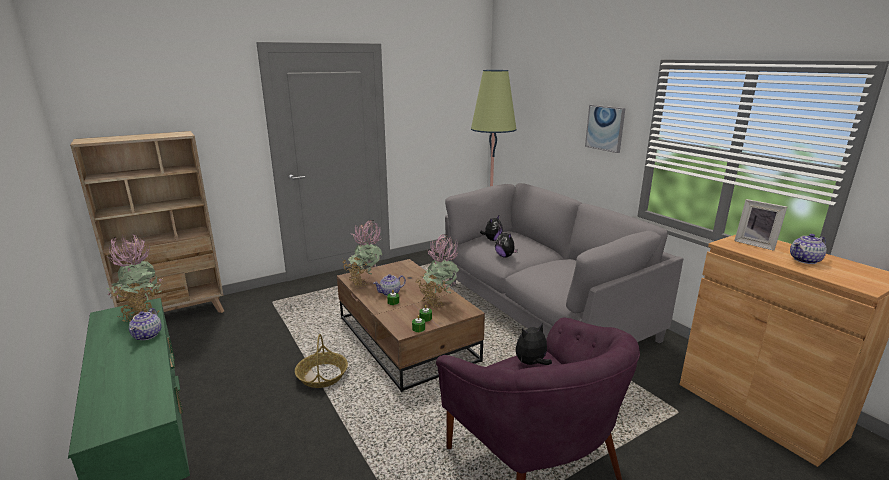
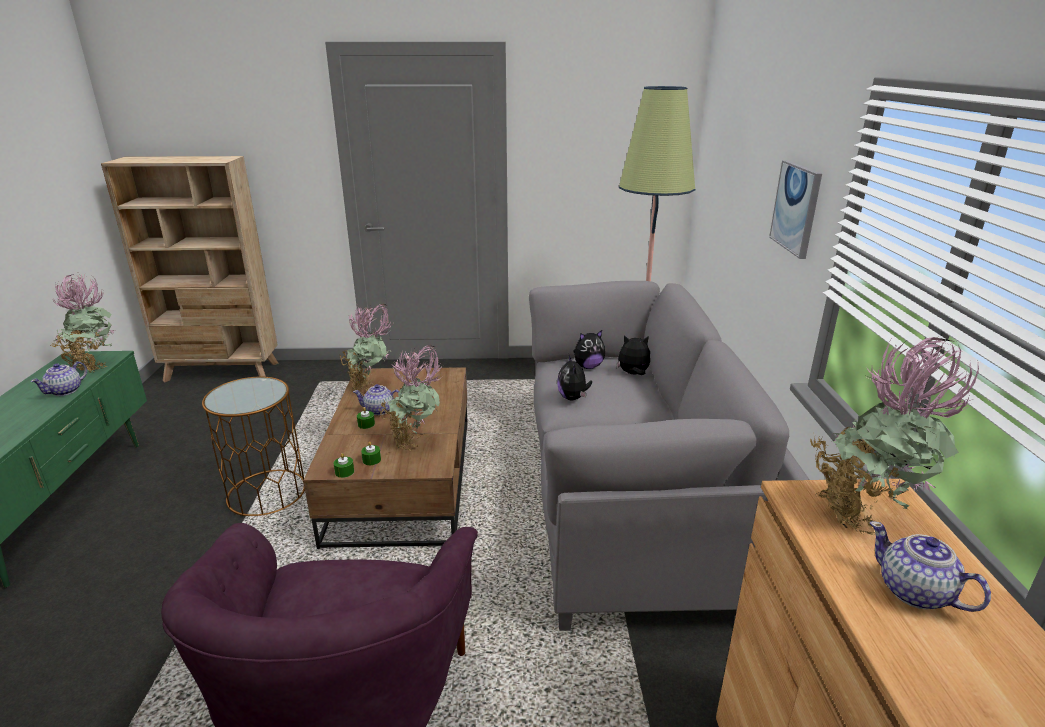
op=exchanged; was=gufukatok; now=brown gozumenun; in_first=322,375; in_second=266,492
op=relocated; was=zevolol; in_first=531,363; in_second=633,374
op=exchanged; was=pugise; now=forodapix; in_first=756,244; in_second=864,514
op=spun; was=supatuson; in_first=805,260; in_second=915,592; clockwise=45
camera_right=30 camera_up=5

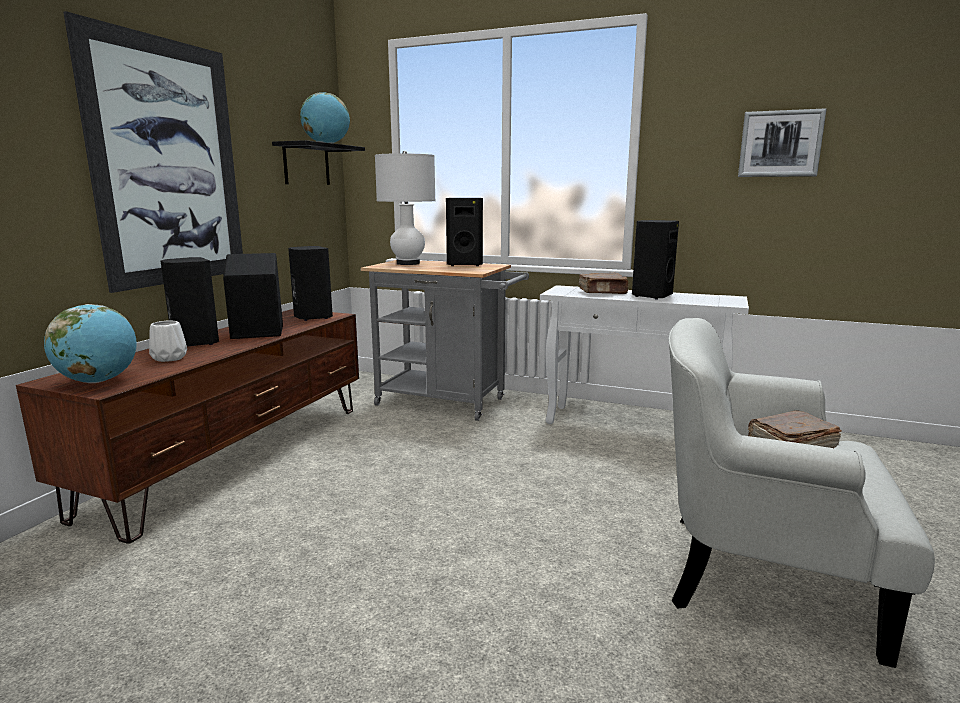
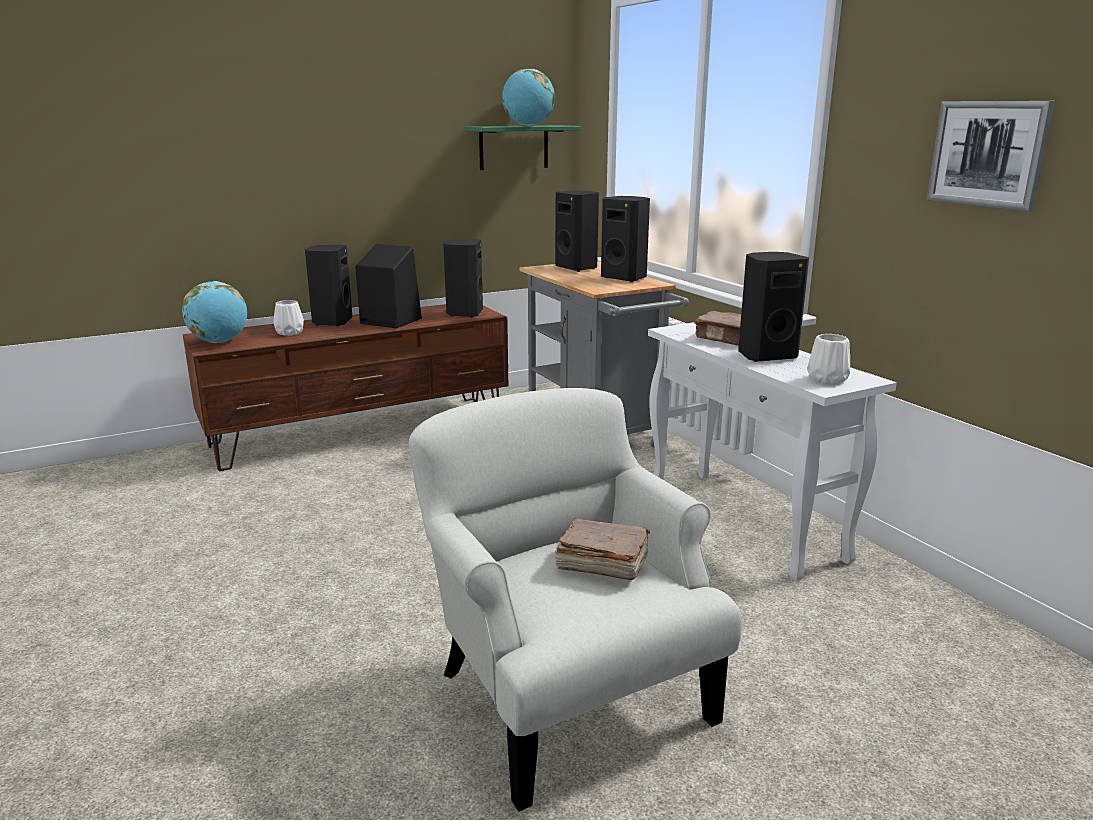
op=missing; was=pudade; in_first=168,164
op=colour; was=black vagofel; now=green vagofel; in_first=306,164; in_second=513,147
op=exchanged; was=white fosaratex; now=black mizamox; in_first=408,263; in_second=578,268
op=appeared; now=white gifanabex; in_second=828,379
camera_right=40 camera_up=5

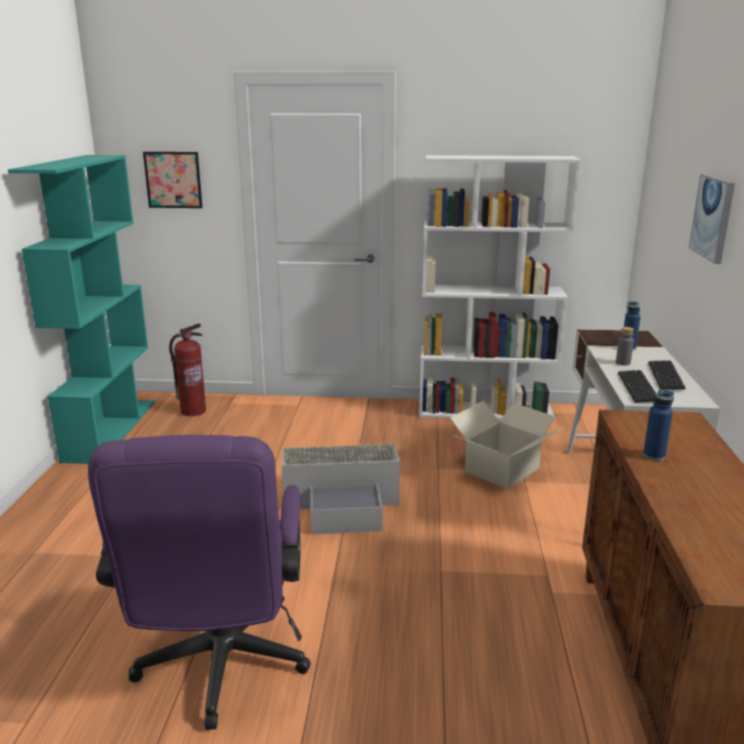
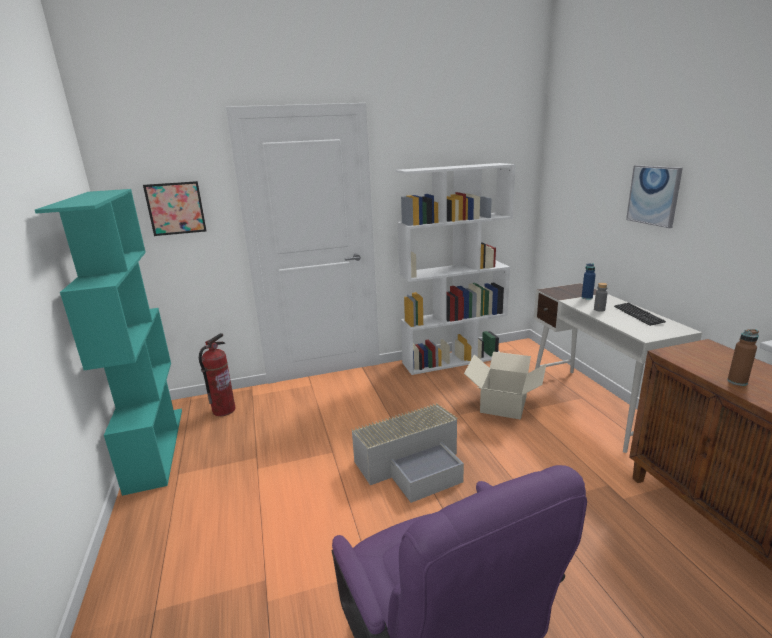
op=missing; was=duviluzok; in_first=637,388
op=colour; was=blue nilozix; now=brown nilozix; in_first=654,456; in_second=737,381
camera_right=-20 camera_up=0

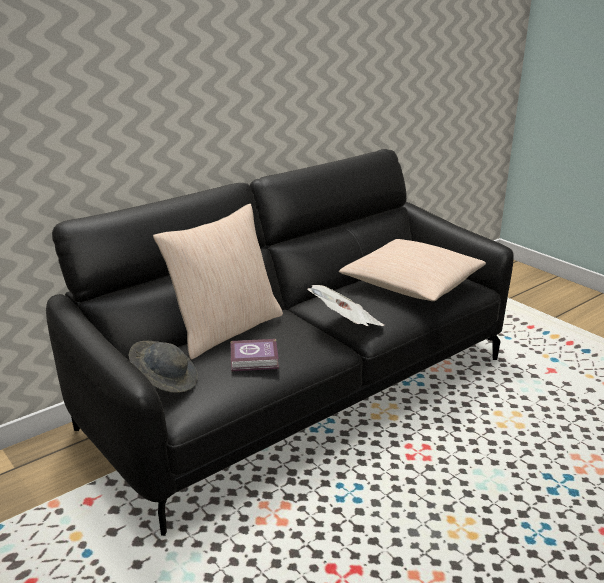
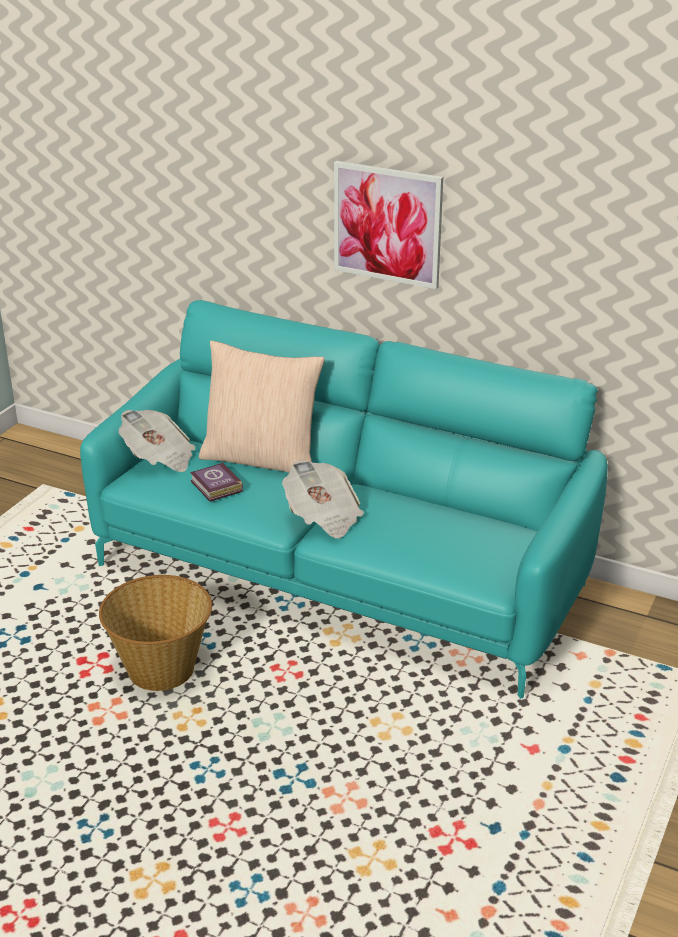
op=colour; was=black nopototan; now=turquoise nopototan; in_first=302,392; in_second=339,575
op=exchanged; was=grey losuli; now=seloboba; in_first=165,380; in_second=159,458
op=missing; was=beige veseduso; in_first=411,284
op=appeared; now=gufukatok; in_second=161,669
op=appeared; now=pudade; in_second=387,224
camera_right=65 camera_up=5

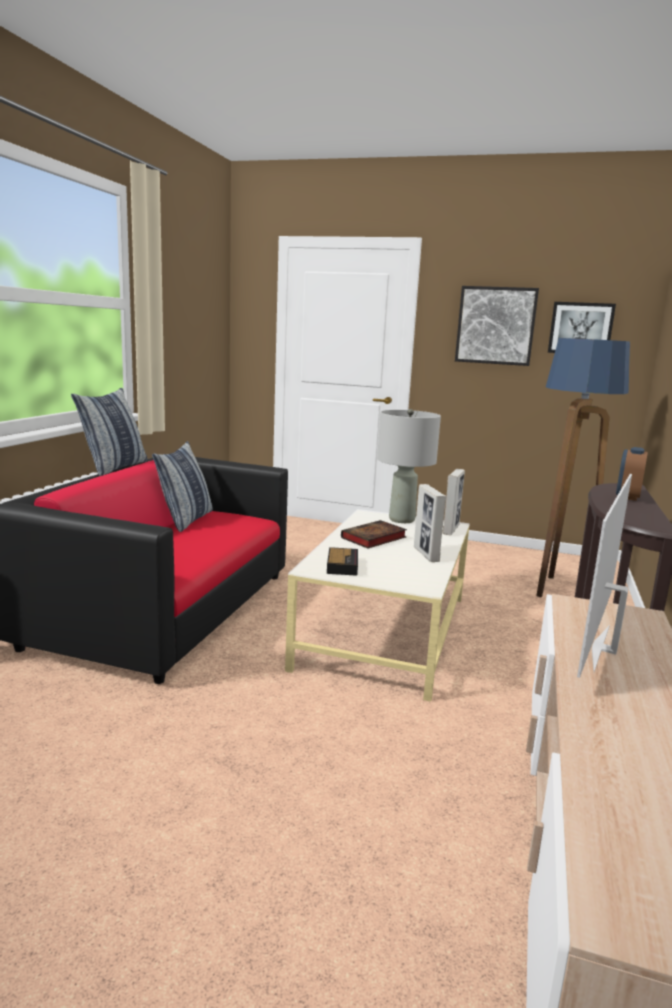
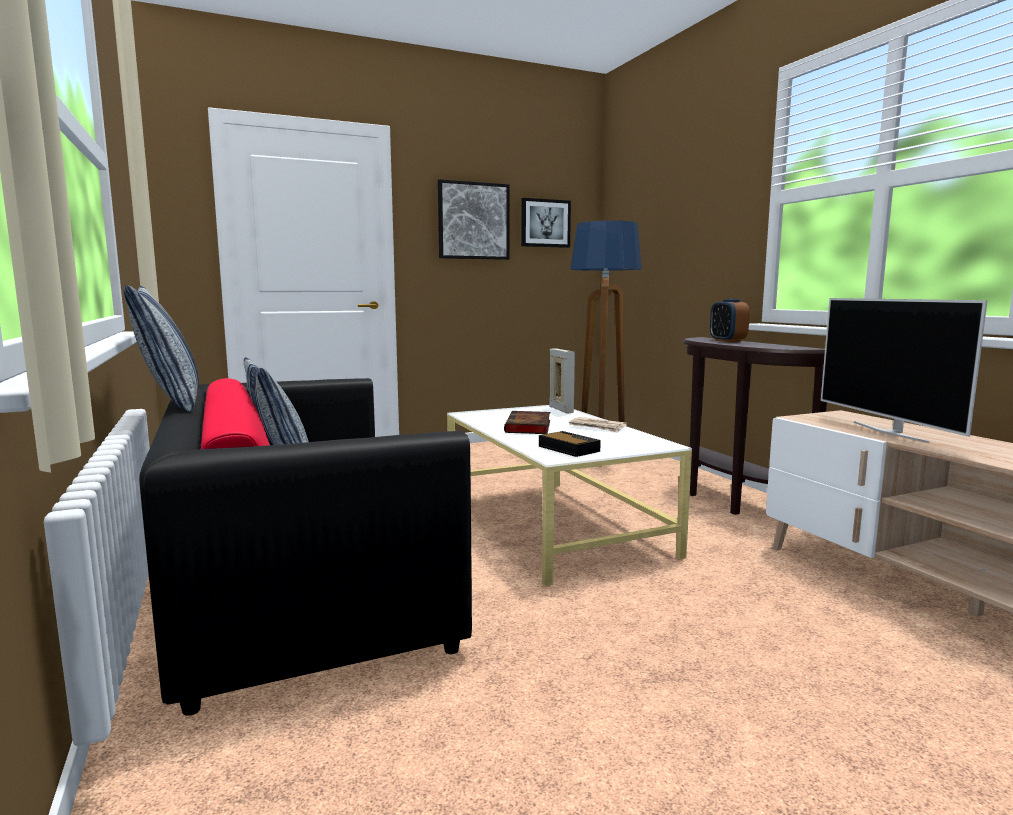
op=missing; was=grey fosaratex; in_first=401,519
op=exchanged; was=pugise; now=seloboba; in_first=426,554; in_second=597,427
camera_right=-40 camera_up=-5

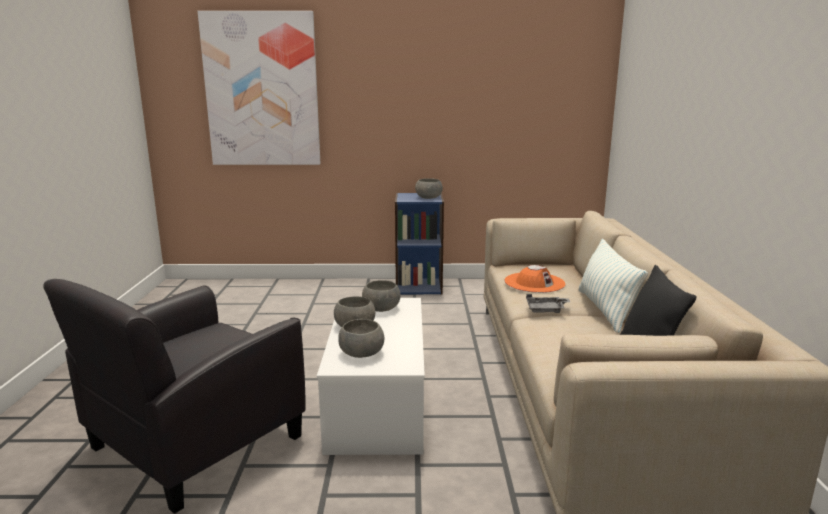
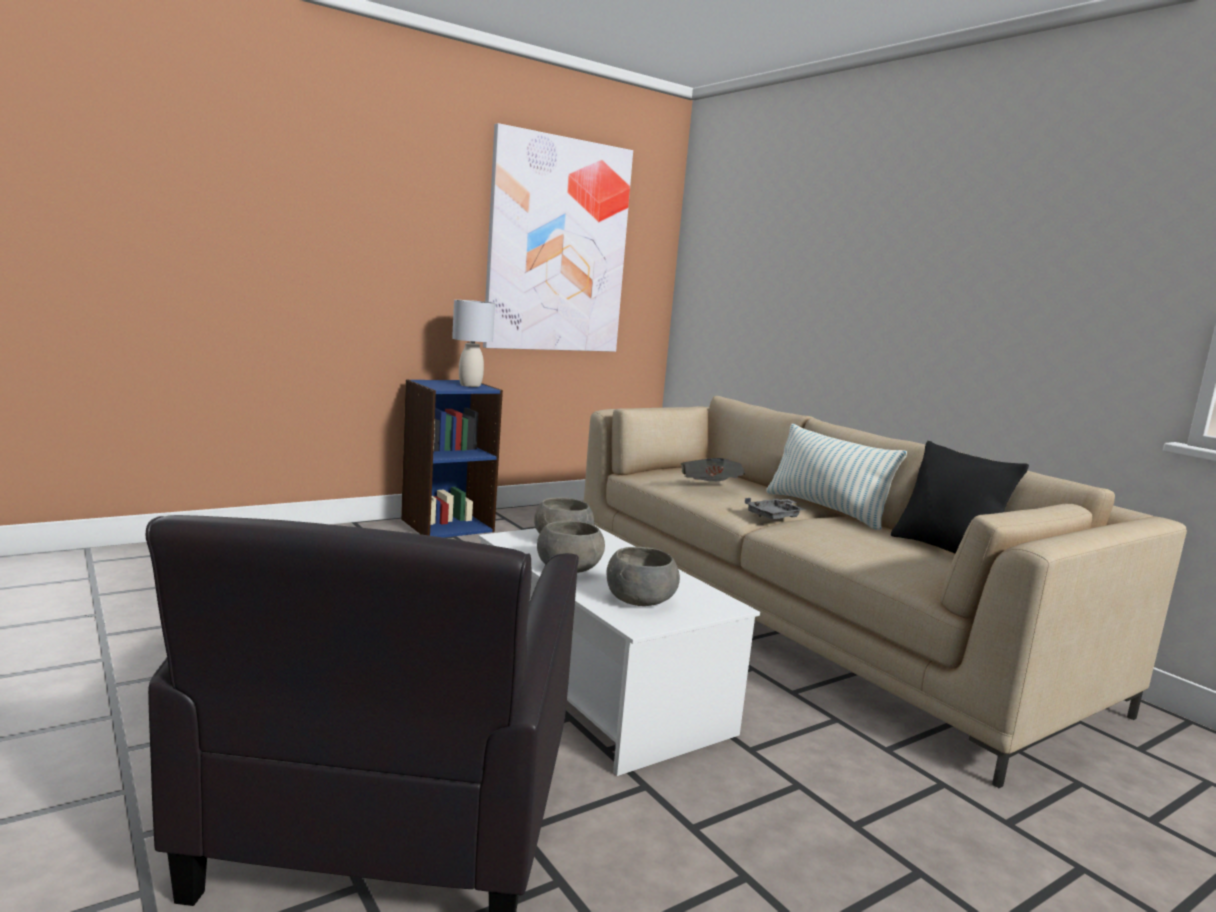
op=relocated; was=pudade; in_first=262,90; in_second=557,246
op=exchanged; was=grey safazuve; now=grey fosaratex; in_first=429,197; in_second=470,385
op=exchanged; was=orange losuli; now=seloboba; in_first=534,282; in_second=710,488
camera_right=-35 camera_up=-5

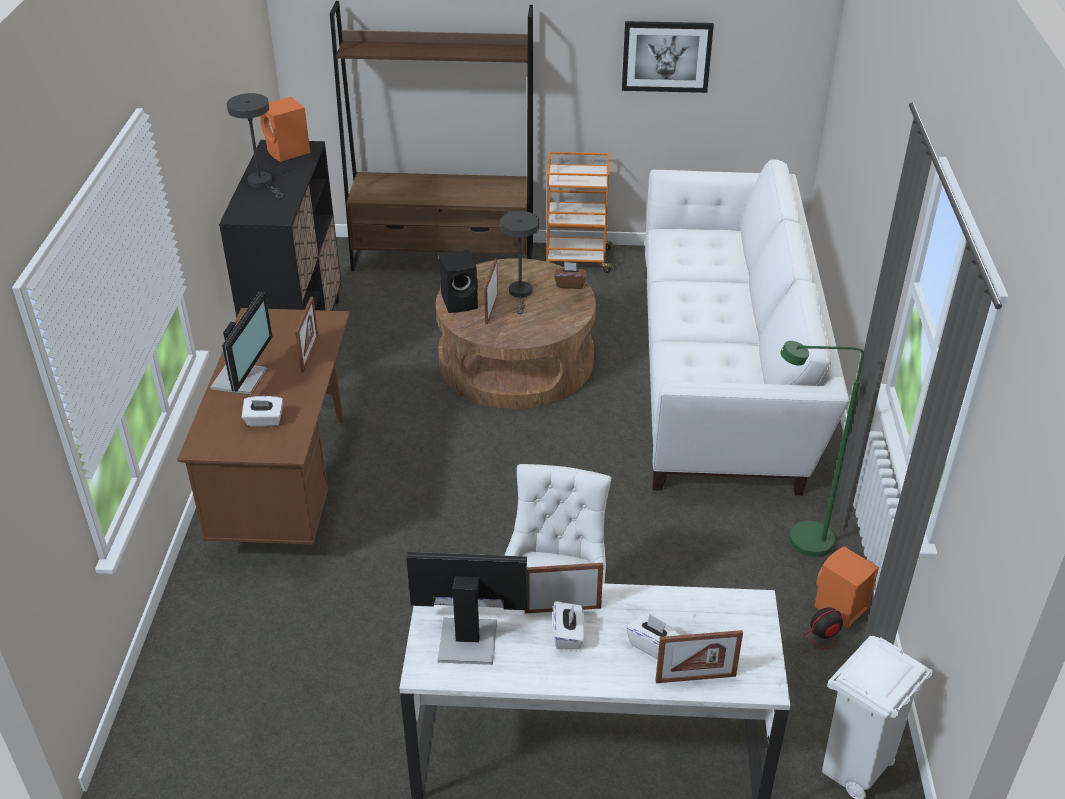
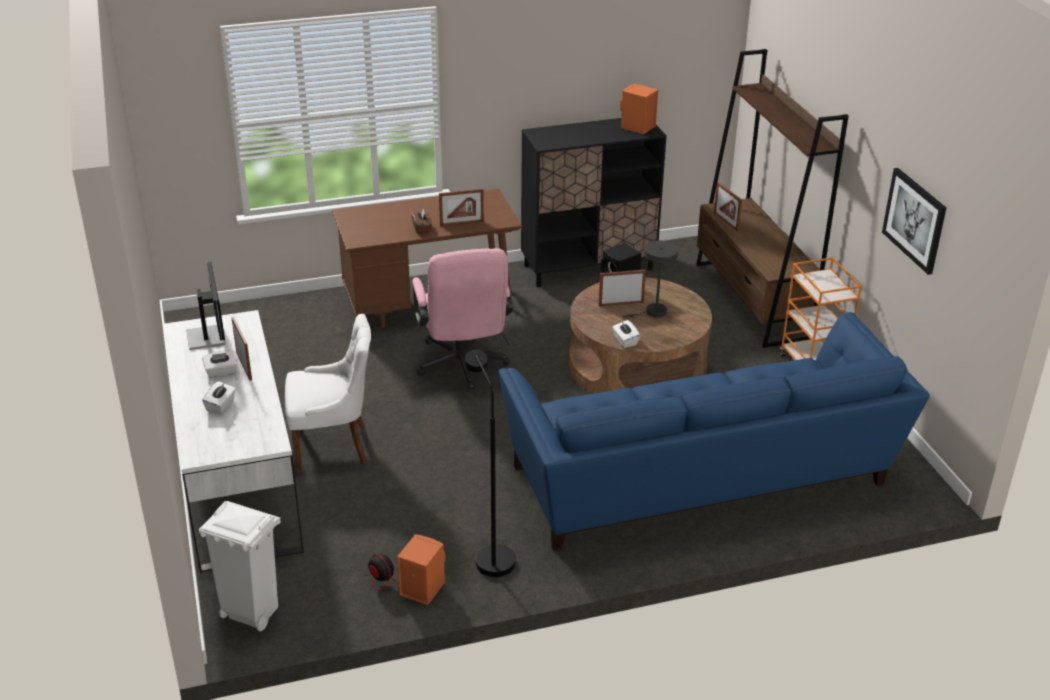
op=missing; was=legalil; in_first=242,378
op=missing; was=grey fosaratex; in_first=262,183
op=relocated; was=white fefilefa; in_first=264,421; in_second=625,341
op=relocated; was=brown fefilefa; in_first=570,284; in_second=422,229
op=colour; was=white nopototan; now=blue nopototan; in_first=724,373; in_second=700,481
op=relocated; was=pugise; in_first=695,678; in_second=726,221
op=colour; was=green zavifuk; now=black zavifuk; in_first=798,542; in_second=490,555
op=appeared; now=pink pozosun; in_second=462,367
camera_right=70 camera_up=-5

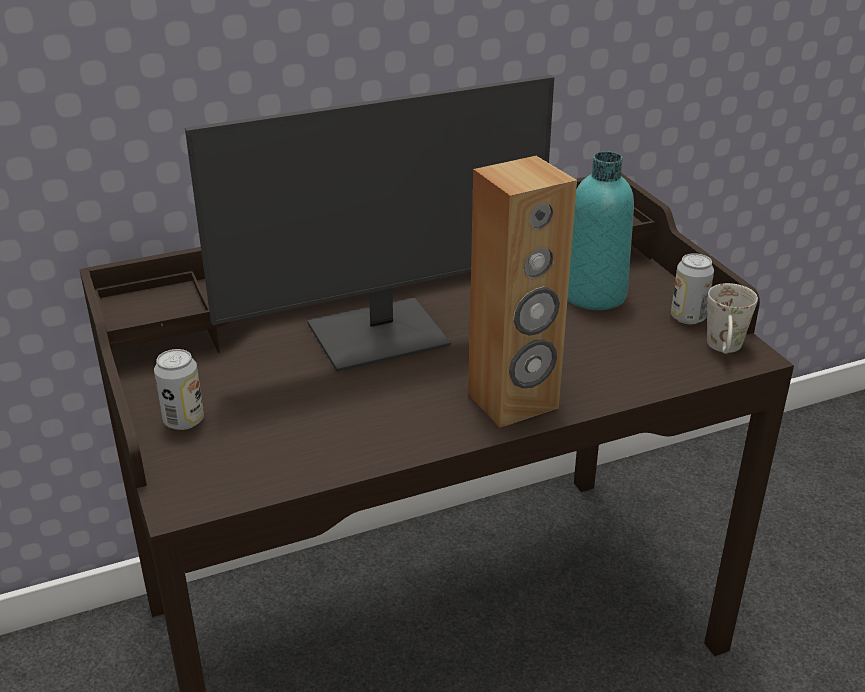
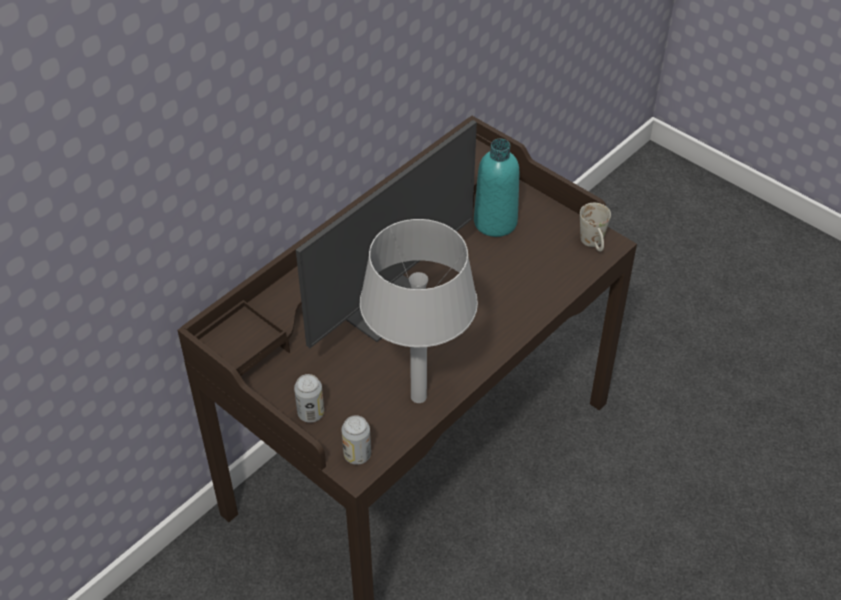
op=missing; was=brown mizamox; in_first=513,402
op=relocated; was=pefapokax; in_first=688,317; in_second=357,455
op=appeared; now=grey fosaratex; in_second=417,396
camera_right=-25 camera_up=15

